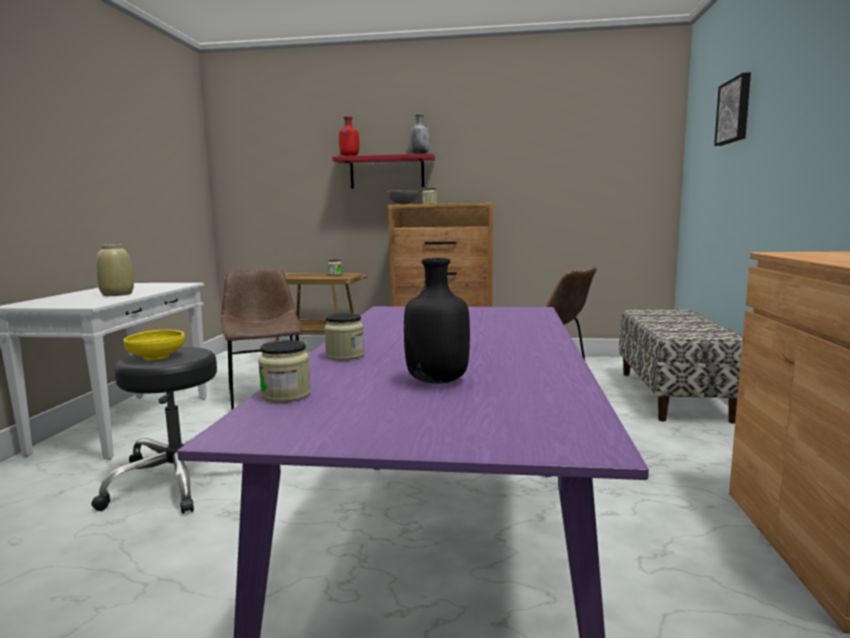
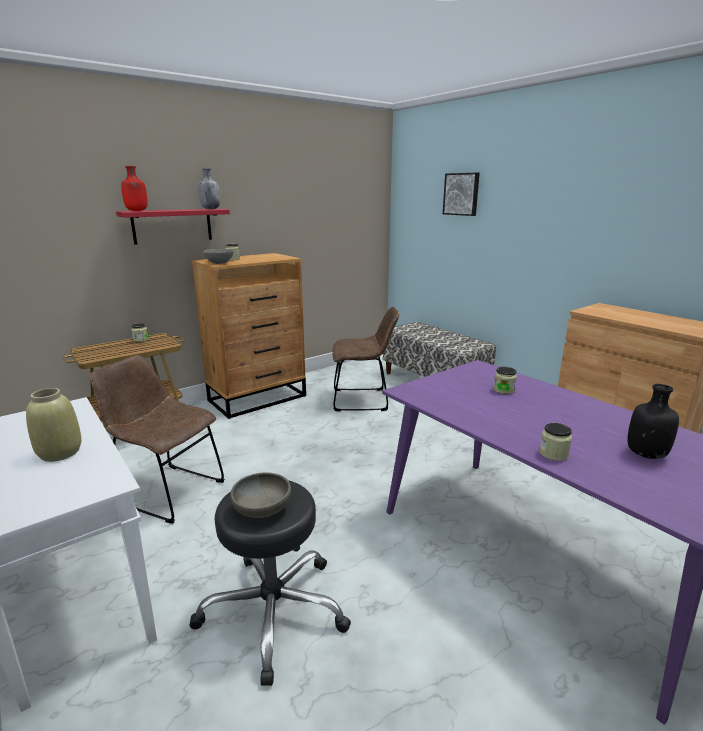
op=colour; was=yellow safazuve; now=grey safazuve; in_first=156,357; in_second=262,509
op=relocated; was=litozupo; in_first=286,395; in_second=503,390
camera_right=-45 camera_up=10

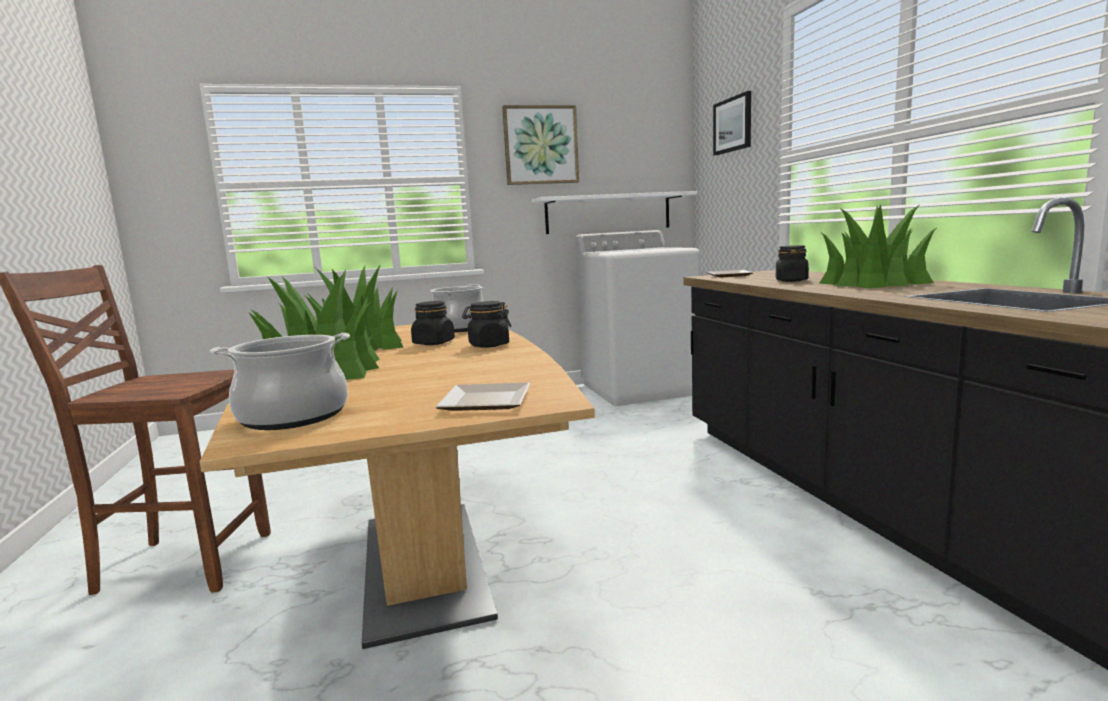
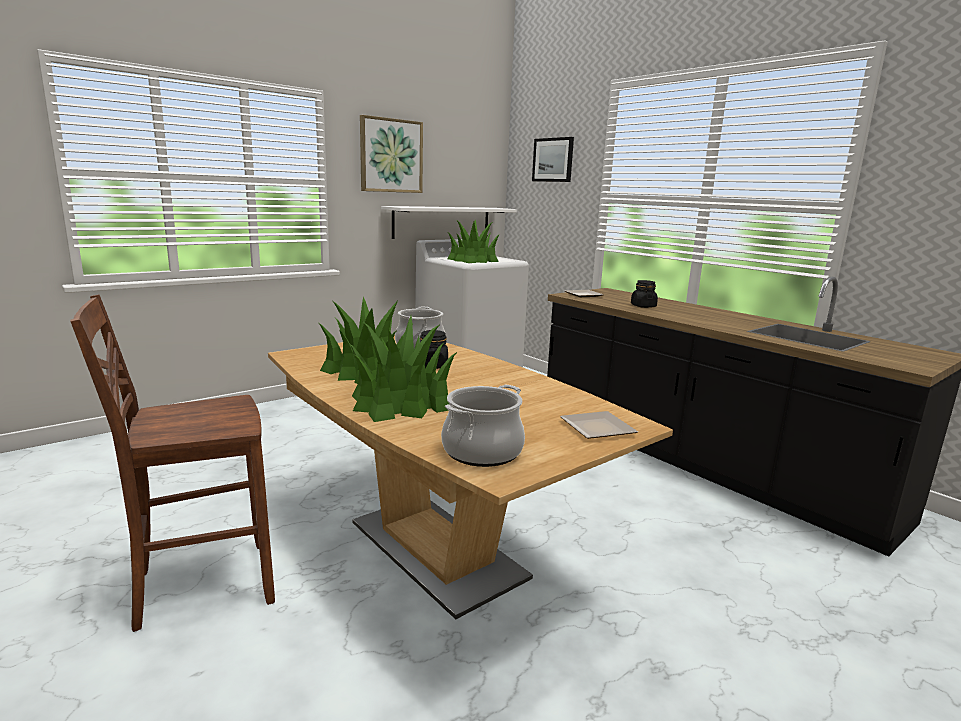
op=missing; was=black litozupo; in_first=488,345
op=relocated; was=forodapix; in_first=874,283; in_second=473,260
camera_right=-25 camera_up=5

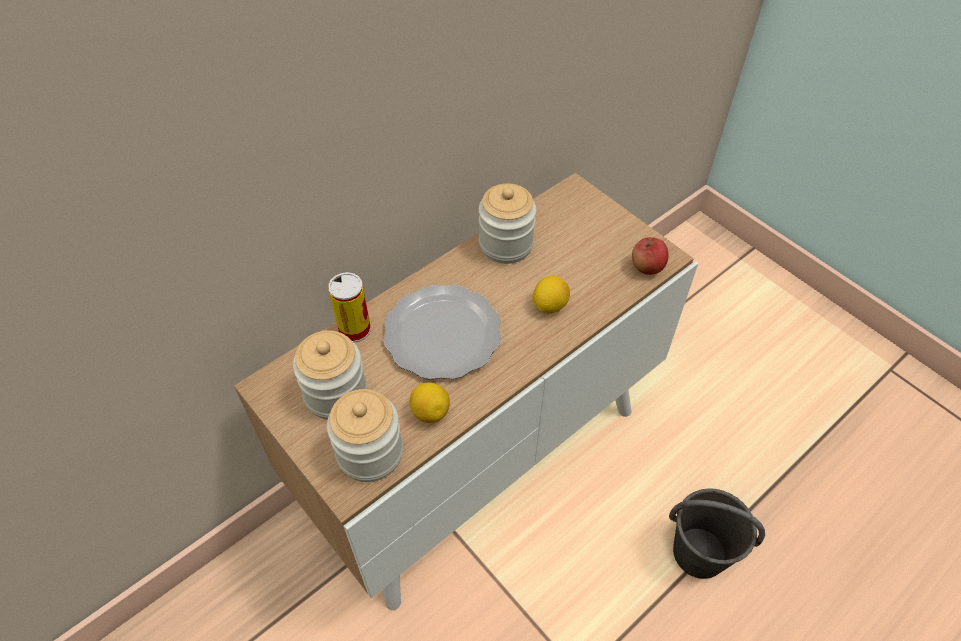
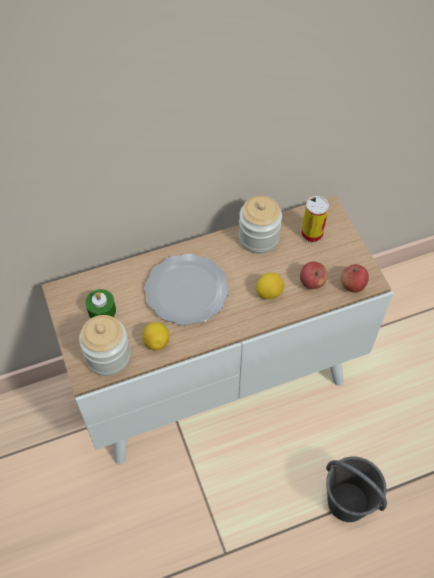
op=exchanged; was=litozupo; now=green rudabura; in_first=336,394; in_second=102,310
op=relocated; was=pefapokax; in_first=355,329; in_second=312,234
op=appeared; now=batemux; in_second=312,282
camera_right=20 camera_up=5

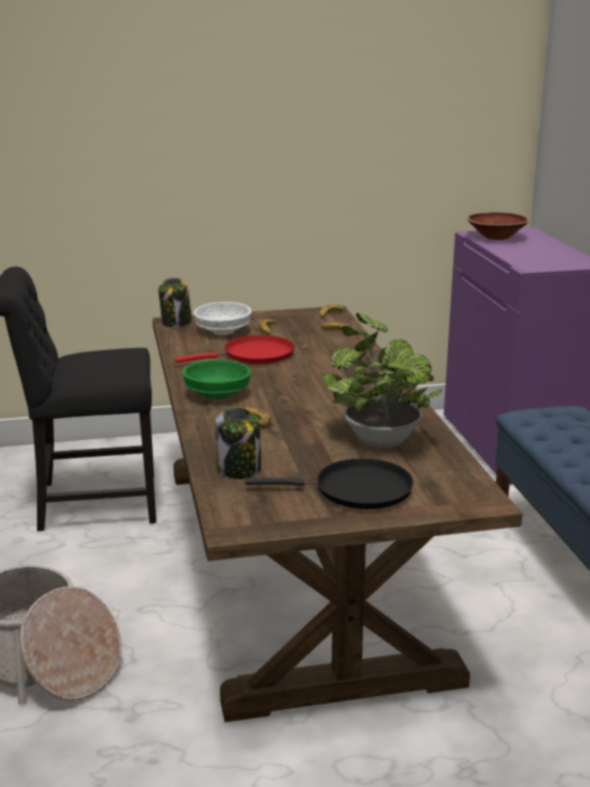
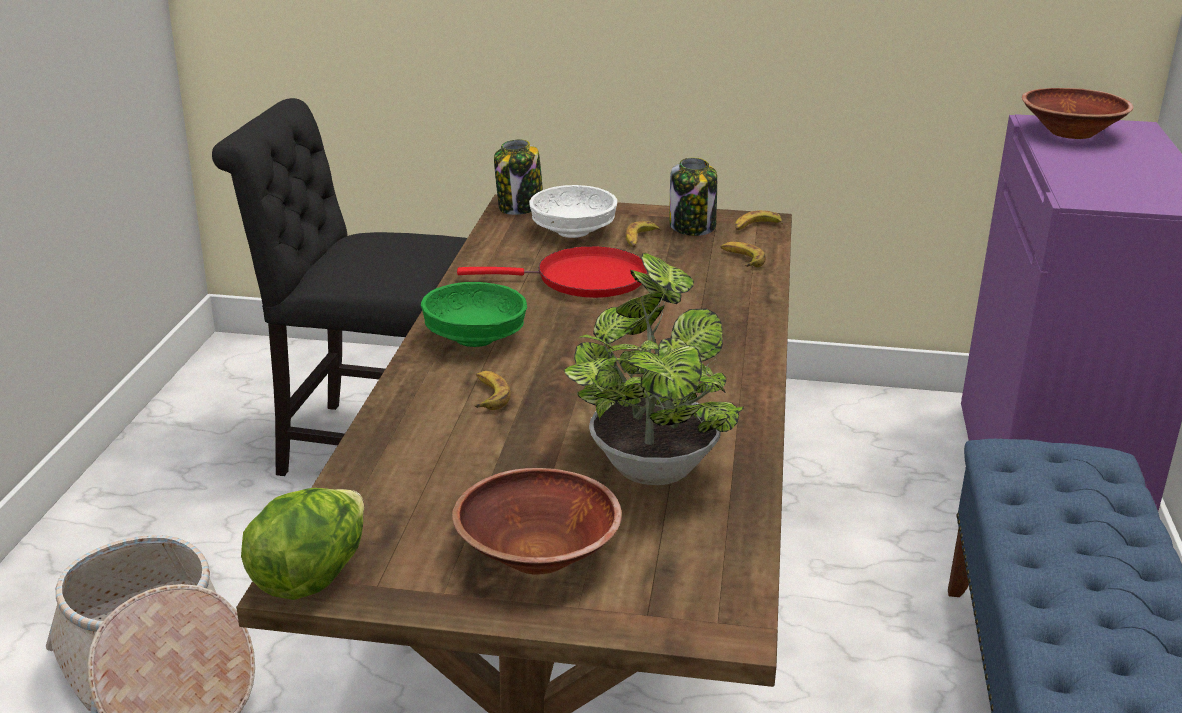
op=relocated; was=litozupo; in_first=239,469; in_second=692,227
op=exchanged; was=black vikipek; now=brown safazuve; in_first=356,490; in_second=537,555
op=appeared; now=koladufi; in_second=311,576
camera_right=20 camera_up=5

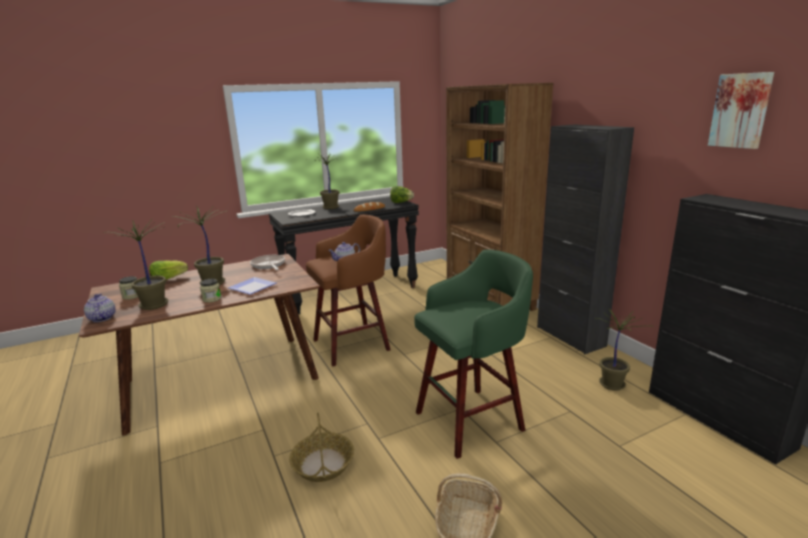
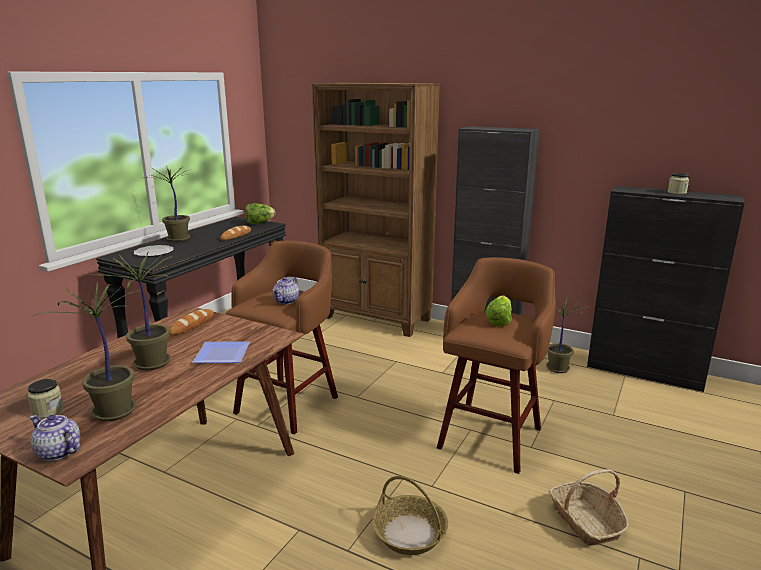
op=relocated; was=koladufi; in_first=168,279; in_second=499,321
op=relocated; was=litozupo; in_first=212,299; in_second=677,192
op=exchanged; was=vikipek; now=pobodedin; in_first=268,265; in_second=192,325
op=colour; was=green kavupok; now=brown kavupok; in_first=472,420; in_second=491,436
op=missing; was=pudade; in_first=741,110
camera_right=-35 camera_up=0

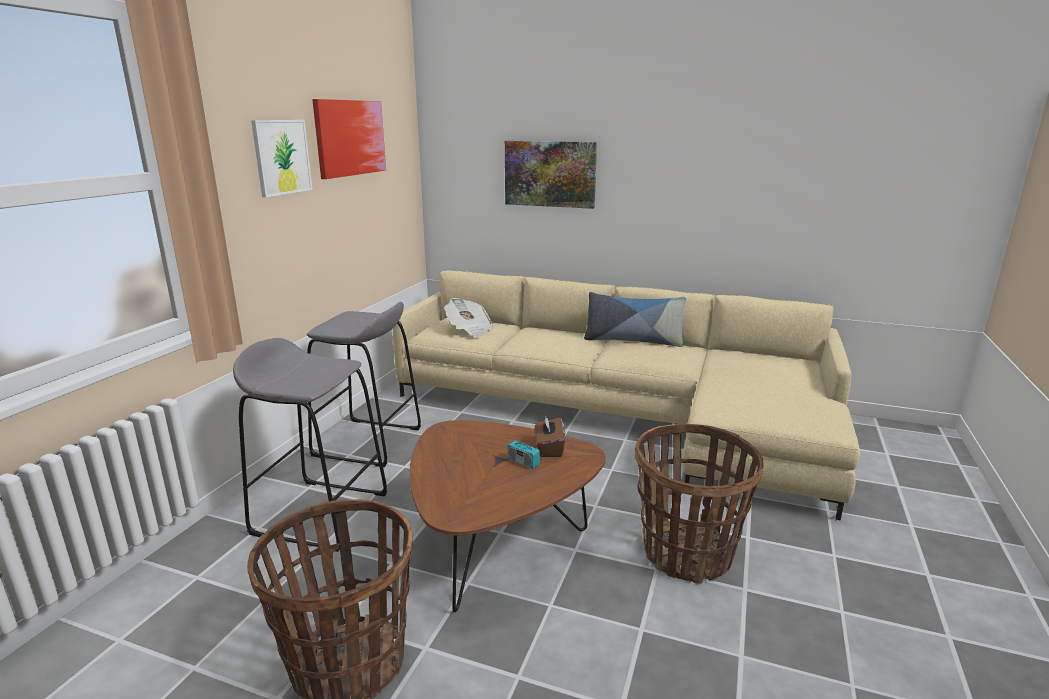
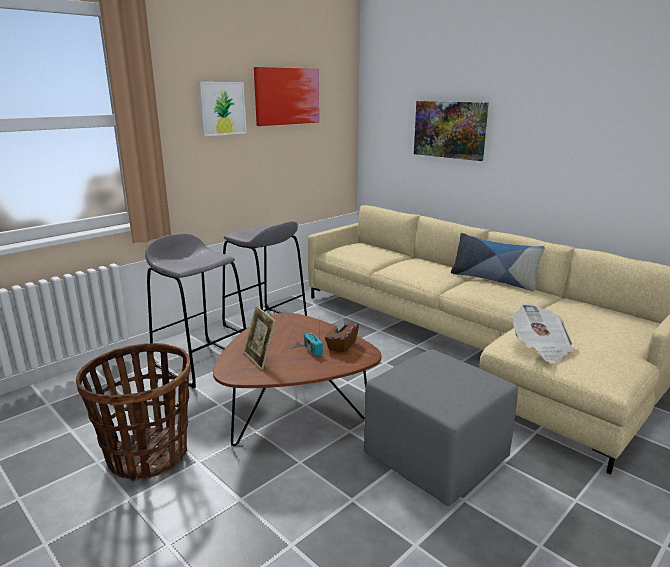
op=relocated; was=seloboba; in_first=469,330; in_second=540,348
op=exchanged; was=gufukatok; now=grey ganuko; in_first=687,553; in_second=437,459
op=appeared; now=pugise; in_second=260,359
camera_right=25 camera_up=0

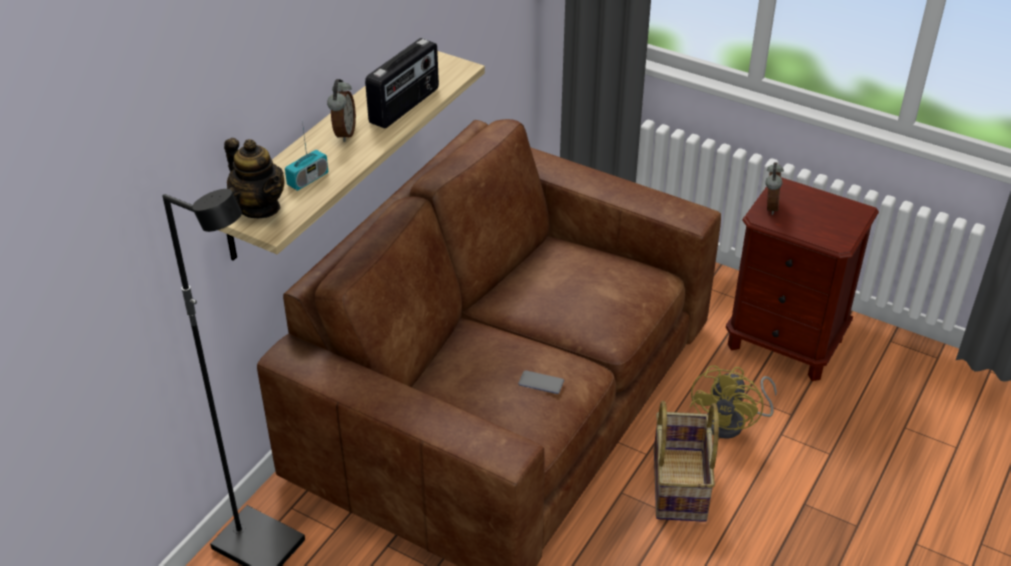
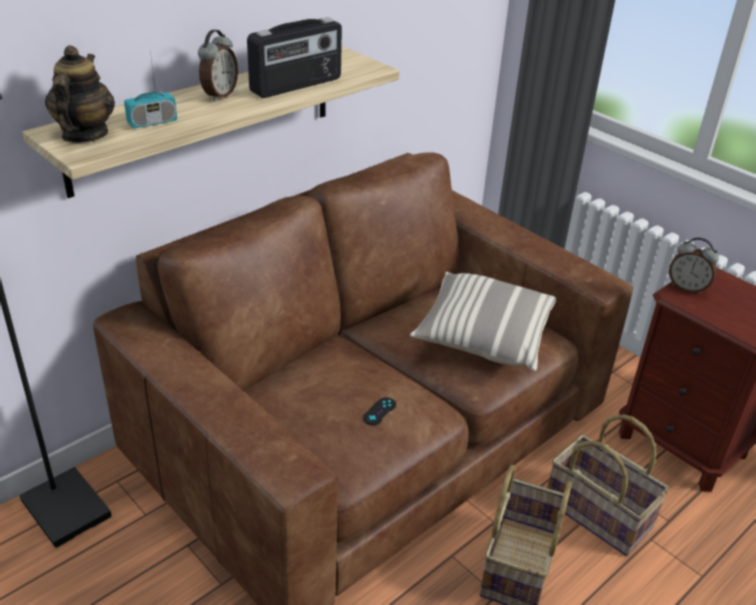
op=spun; was=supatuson; in_first=259,207; in_second=84,134; clockwise=-150
op=exchanged; was=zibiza; now=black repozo; in_first=541,383; in_second=379,411
op=exchanged; was=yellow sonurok; now=gufukatok; in_first=732,423; in_second=599,513
op=spun; was=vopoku; in_first=769,207; in_second=687,288; clockwise=90
op=appeared; now=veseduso; in_second=483,336
camera_right=15 camera_up=-5

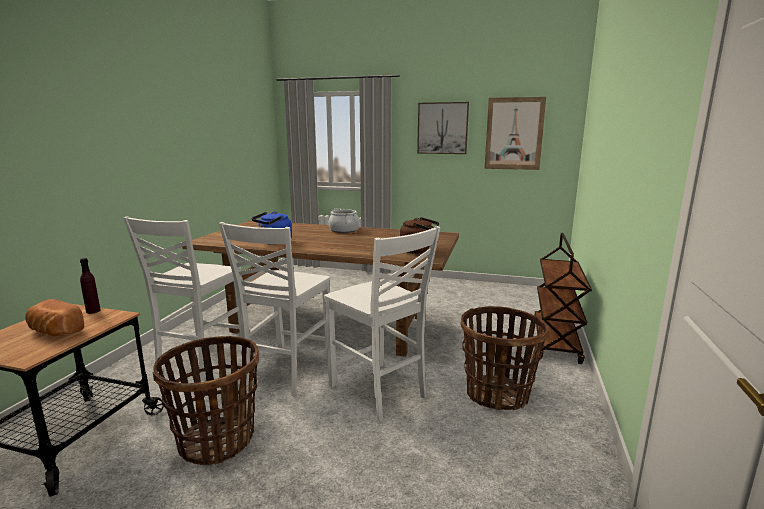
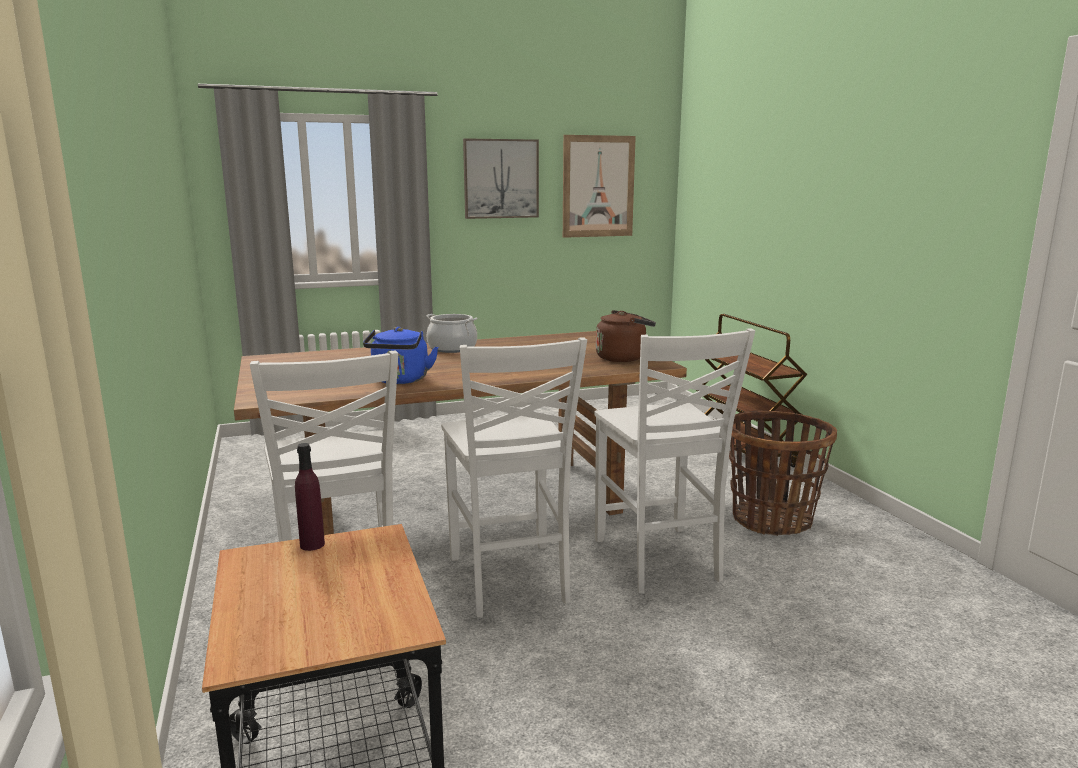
op=missing; was=pobodedin; in_first=54,332
op=missing; was=gufukatok; in_first=217,441
op=spun; was=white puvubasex; in_first=379,392; in_second=658,561; clockwise=60
camera_right=-35 camera_up=0

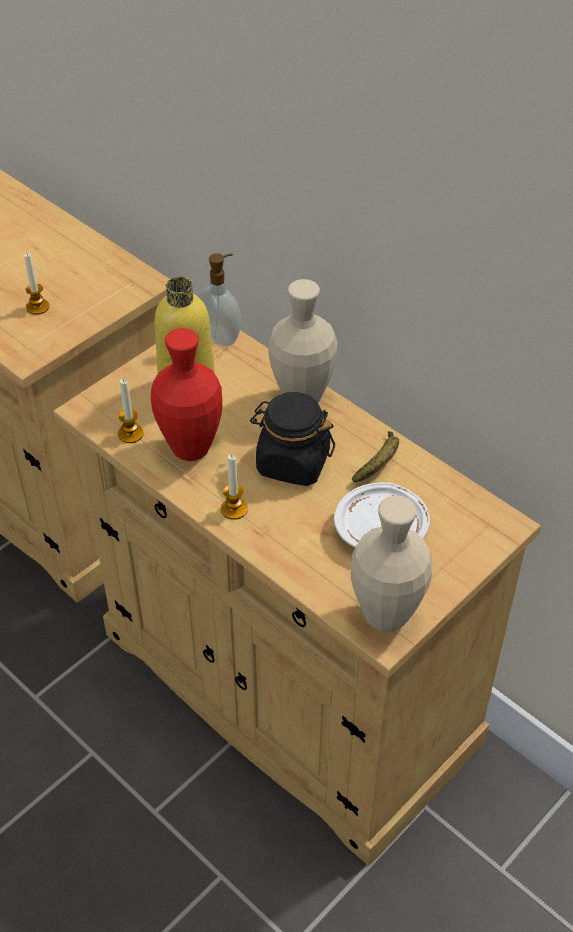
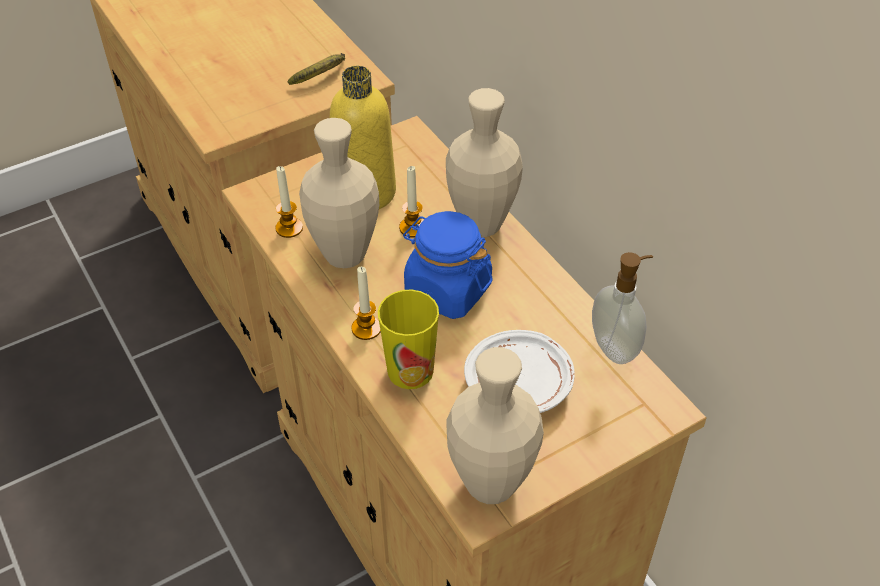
op=relocated; was=rudabura; in_first=37,307; in_second=413,228
op=colour; was=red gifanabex; now=beige gifanabex; in_first=191,449; in_second=345,255
op=relocated; was=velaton; in_first=221,336; in_second=615,347
op=colour; was=black litozupo; now=blue litozupo; in_first=292,462; in_second=447,290
op=relocated; was=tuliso; in_first=379,463; in_second=322,76
op=appeared; now=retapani; in_second=410,370
camera_right=15 camera_up=0

